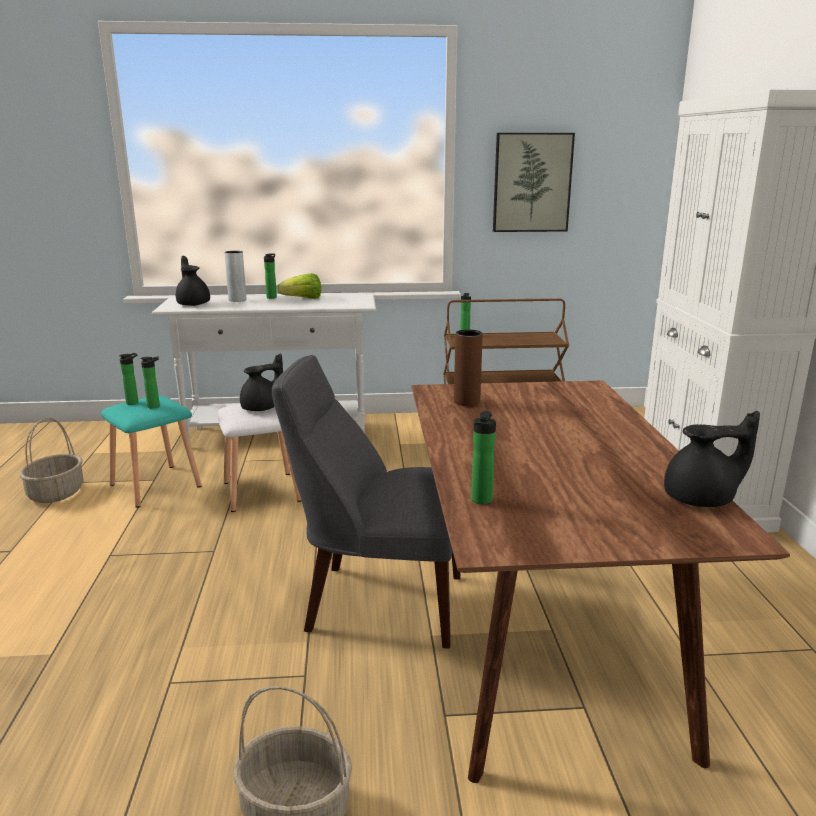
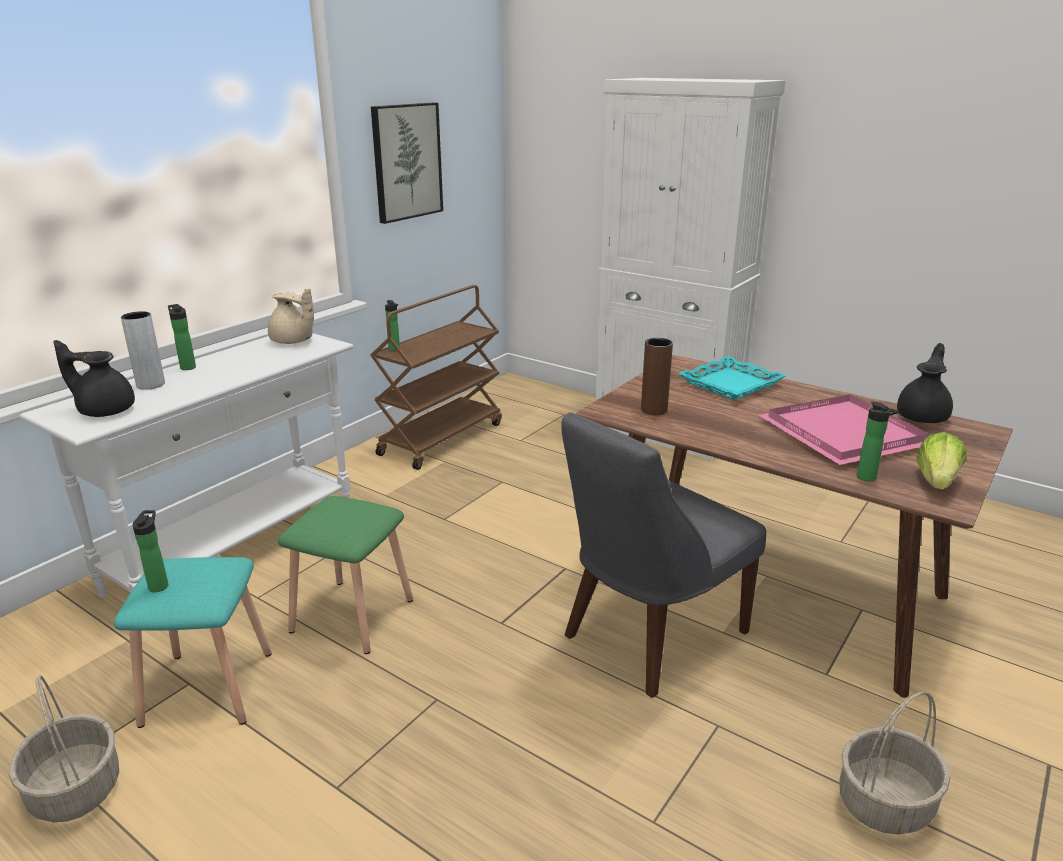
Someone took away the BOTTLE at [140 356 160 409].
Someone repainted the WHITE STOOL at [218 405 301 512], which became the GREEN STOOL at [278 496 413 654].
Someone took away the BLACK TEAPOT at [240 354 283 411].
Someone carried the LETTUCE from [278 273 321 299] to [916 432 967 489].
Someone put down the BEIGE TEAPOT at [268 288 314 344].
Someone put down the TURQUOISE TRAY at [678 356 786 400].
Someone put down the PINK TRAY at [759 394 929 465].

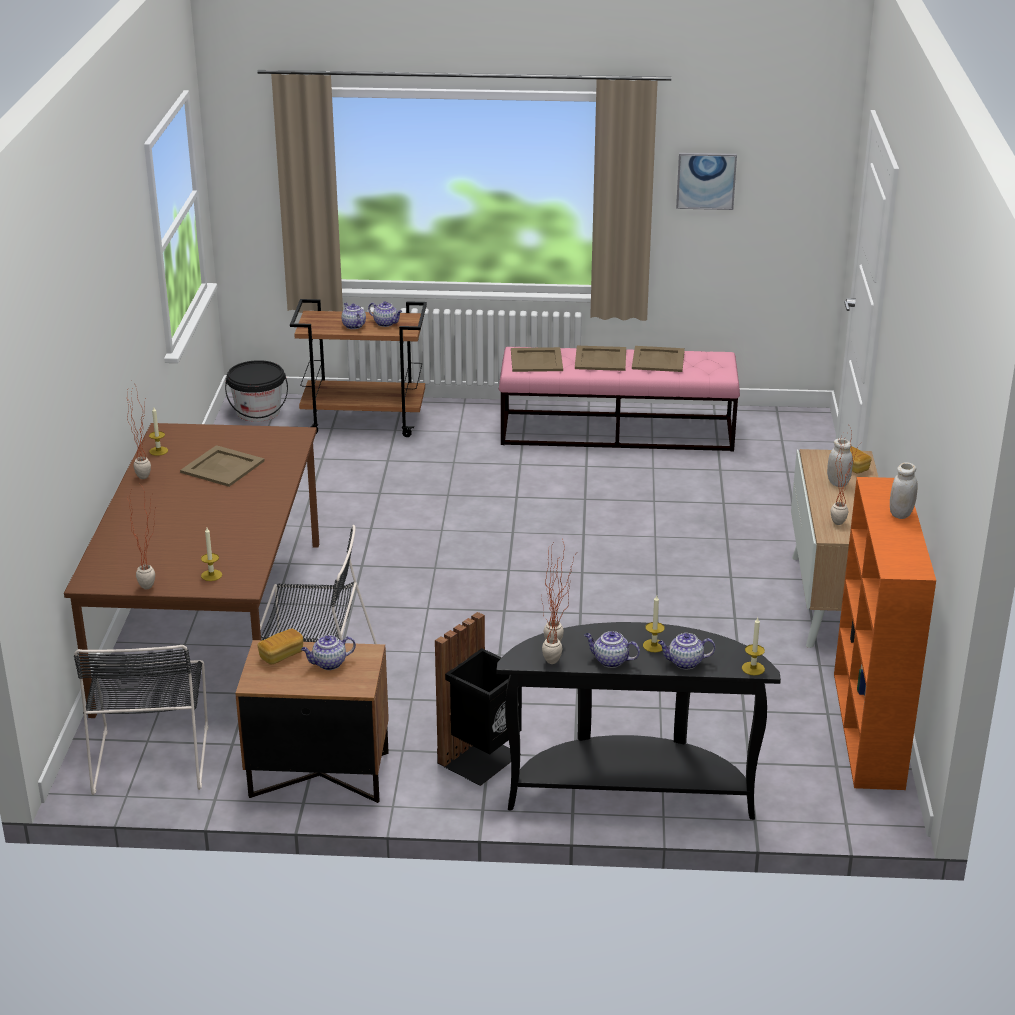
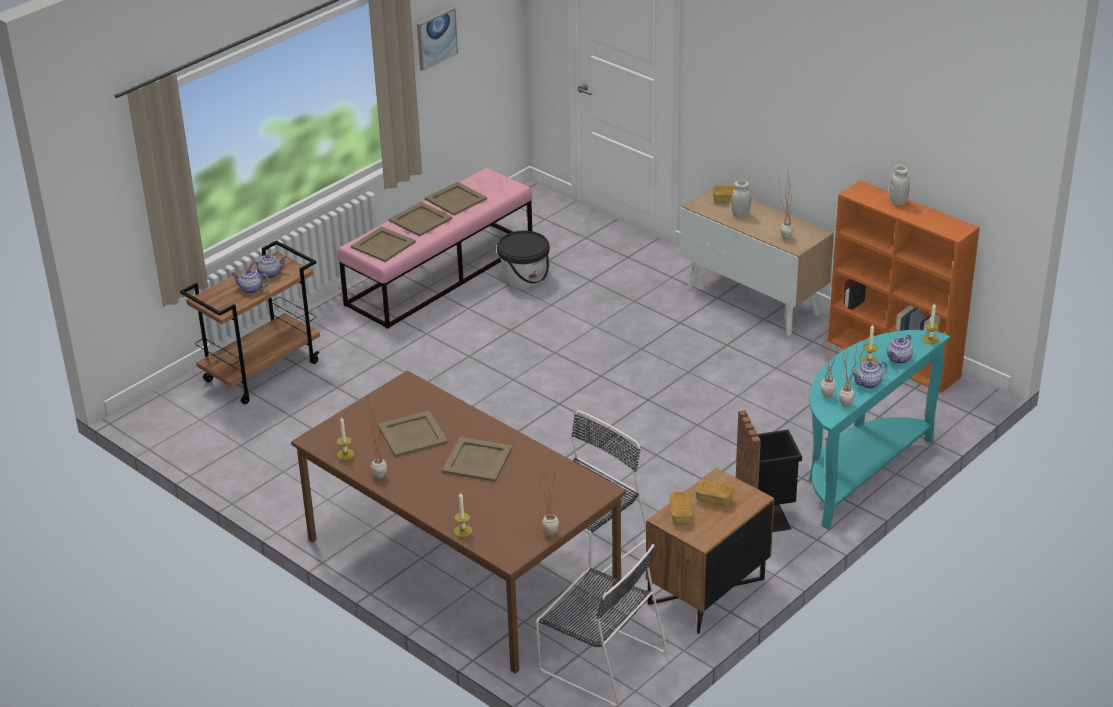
Someone carried the CANDLE from [201 528 222 581] to [454 492 472 537].
Someone carried the BLACK BUCKET from [225 360 288 422] to [497 231 549 289].
Someone swapped the TEAPOT at [301 635 356 670] for the BREAD at [696 480 733 507].
Someone repainted the BLACK CONSOLE TABLE at [496 622 781 820], which became the TURQUOISE CONSOLE TABLE at [809 330 950 530].
Someone put down the BEIGE TRAY at [442 437 513 482].

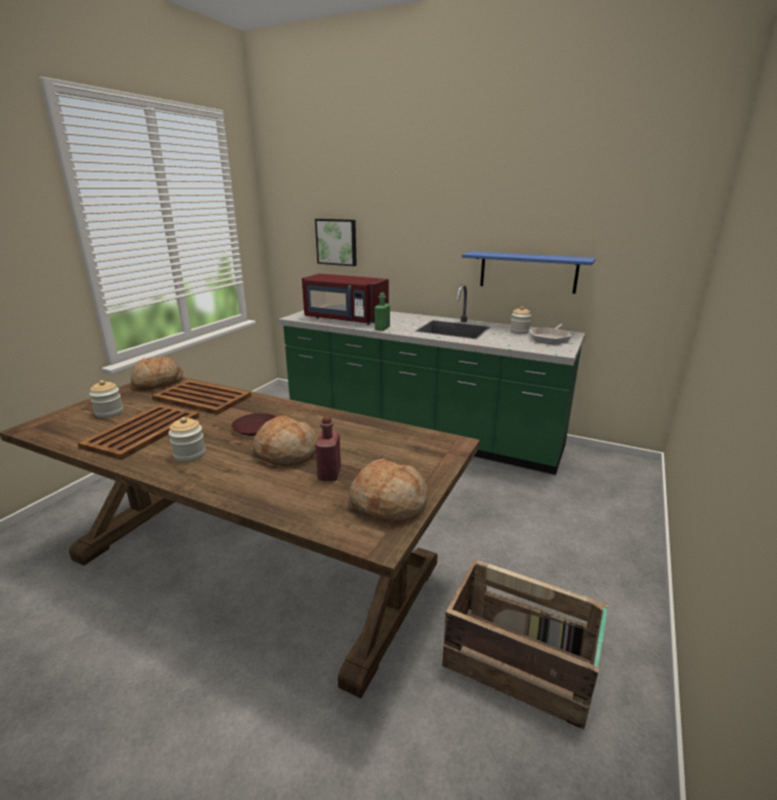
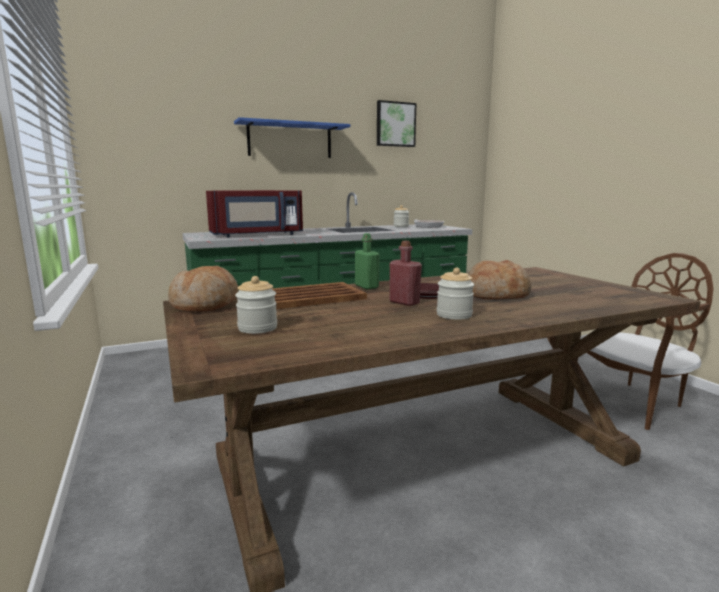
Someone took away the BROWN TRAY at [78 404 199 460].
Someone carried the PICTURE from [315 219 357 266] to [377 100 416 147].
Someone carried the RED BOTTLE from [315 416 341 481] to [390 241 422 306].
Someone took away the BREAD at [349 459 428 522].
Someone carried the GREEN BOTTLE from [374 293 390 331] to [355 233 380 289].
Someone swapped the CRATE at [442 559 608 729] for the BROWN CHAIR at [580 253 713 430].
Someone carried the BLUE SHELF from [462 251 596 294] to [234 117 350 158].

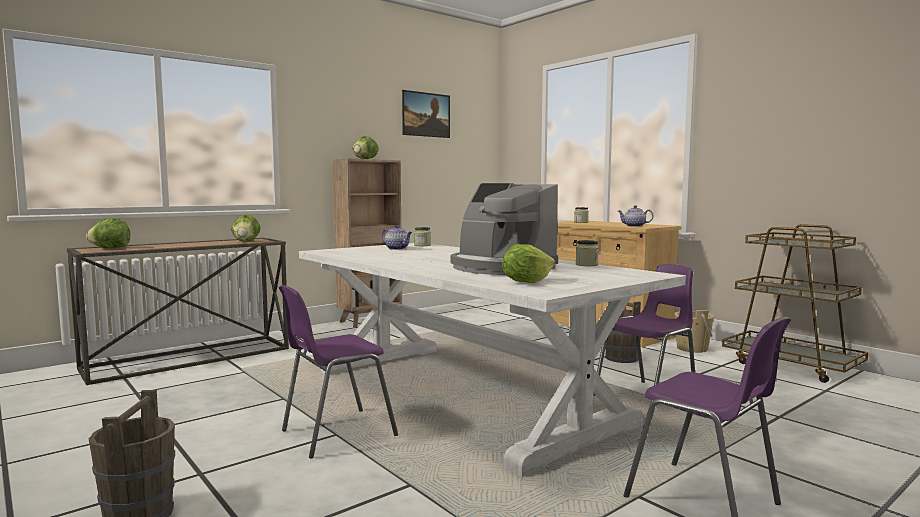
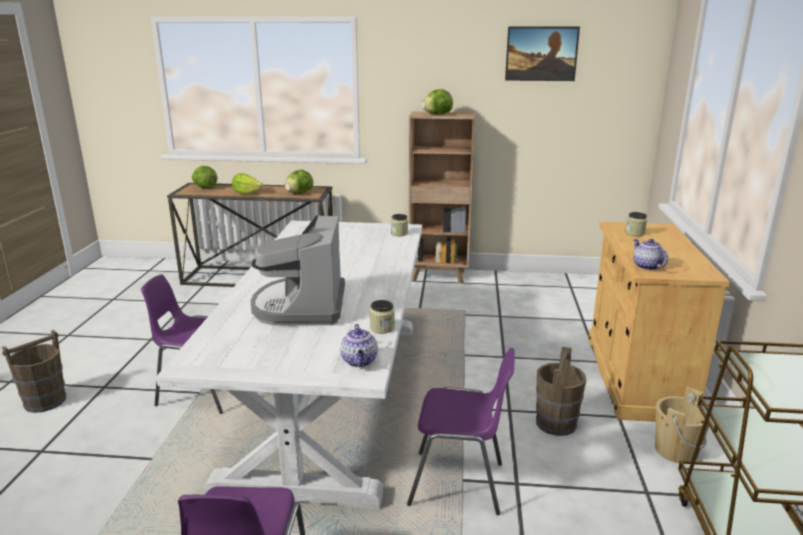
Someone carried the TEAPOT from [382 225 412 250] to [340 324 378 367].
Someone carried the LETTUCE from [502 244 555 283] to [232 173 263 195].

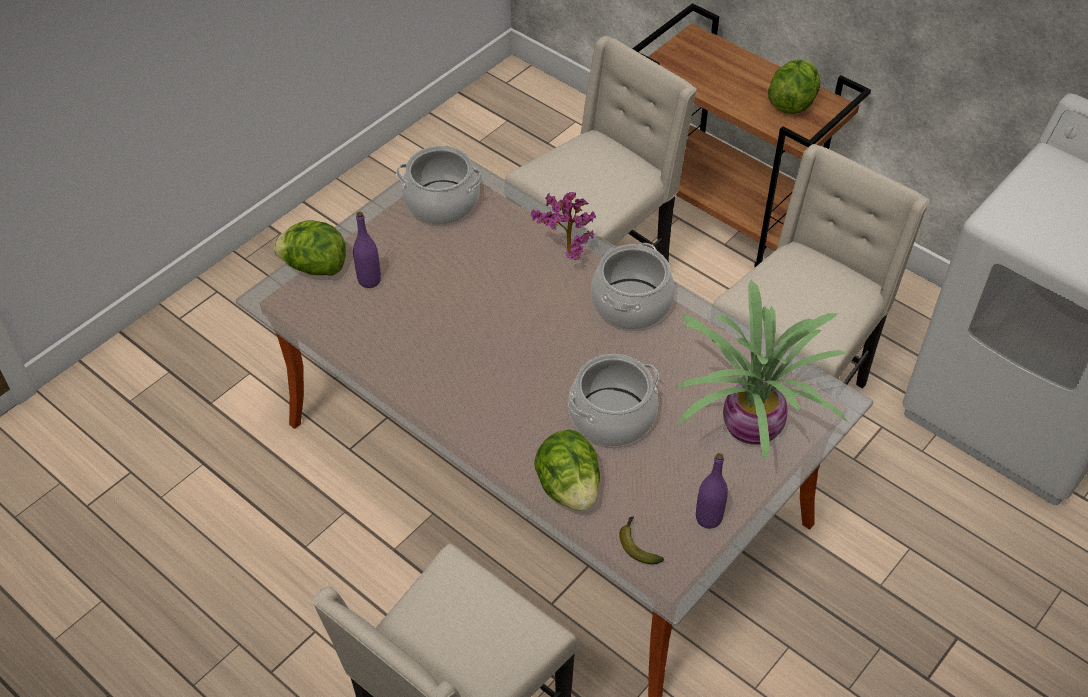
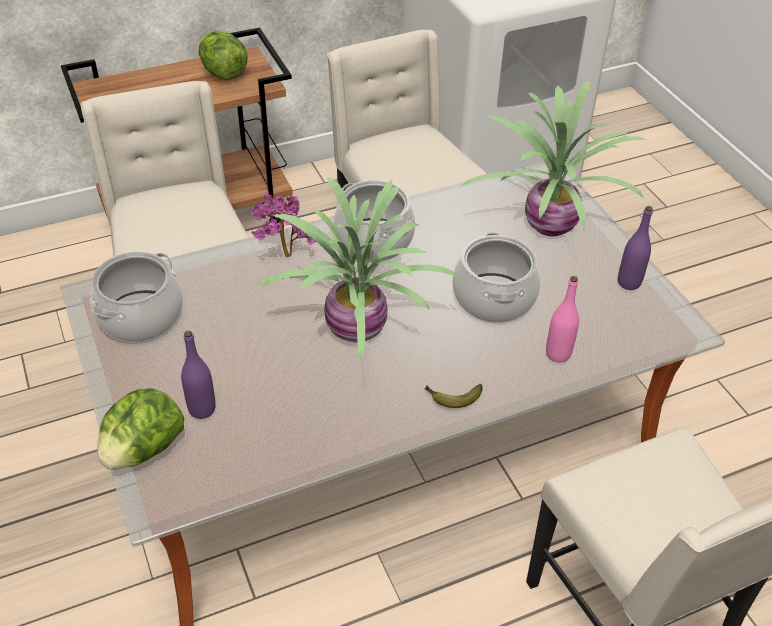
Someone swapped the LETTUCE at [534 430 600 511] for the PINK BOTTLE at [546 276 579 362].
Someone carried the BANANA from [619 516 664 564] to [425 384 483 408].
Someone put down the POTTED PLANT at [256 177 460 362].

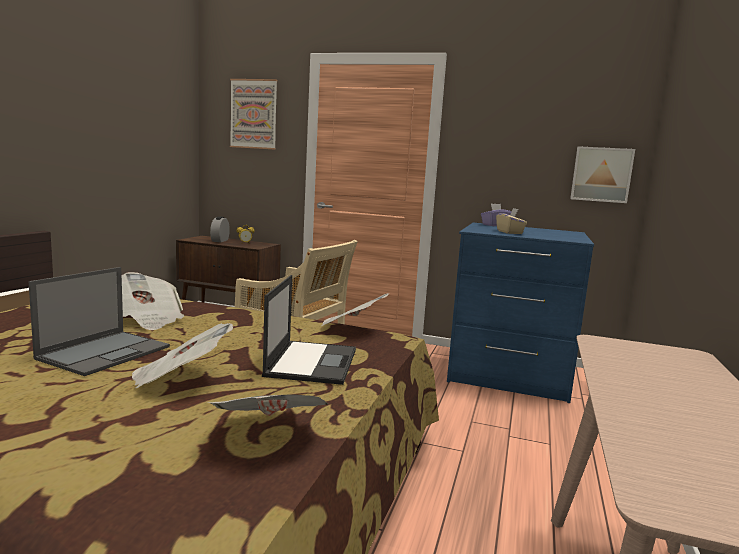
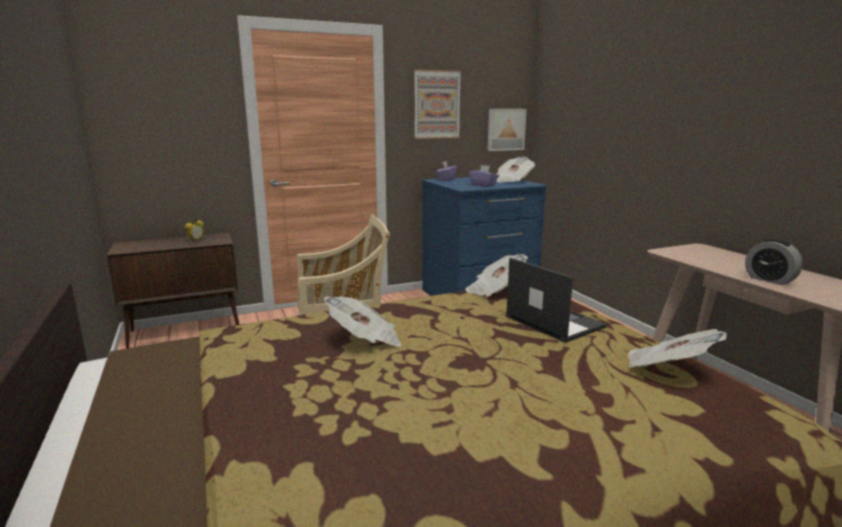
Someone took away the LAPTOP at [29 267 170 376].
Someone carried the NEWSPAPER from [132 323 233 388] to [496 157 535 183].
Someone carried the ALARM CLOCK from [210 216 230 242] to [745 239 803 285].
Someone carried the PICTURE from [230 79 278 150] to [414 69 461 139].
Someone repainted the BEIGE TISSUE BOX at [496 208 527 234], which became the PURPLE TISSUE BOX at [469 165 498 187].

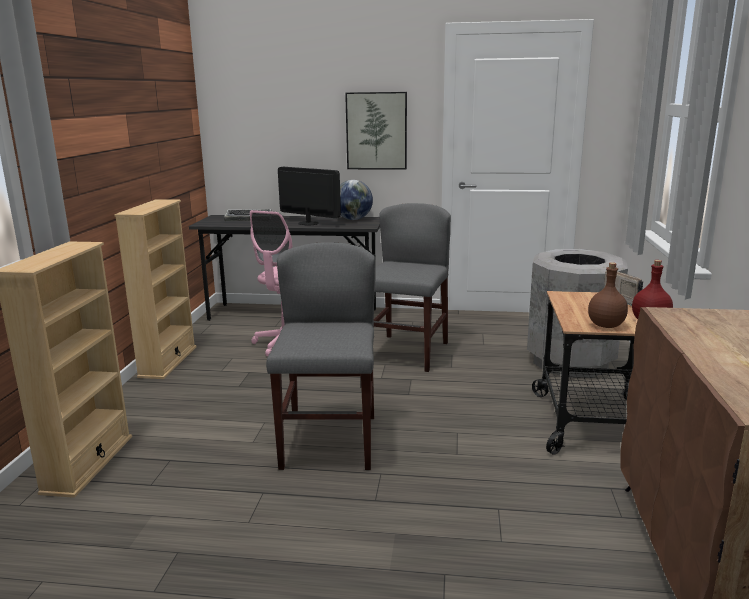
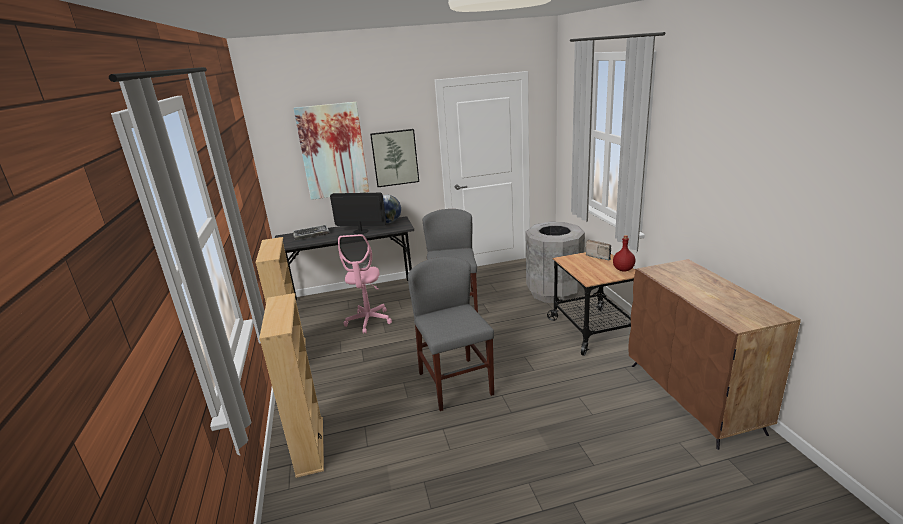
Someone took away the BROWN BOTTLE at [588 262 628 328].
Someone put up the PICTURE at [294 102 369 200].

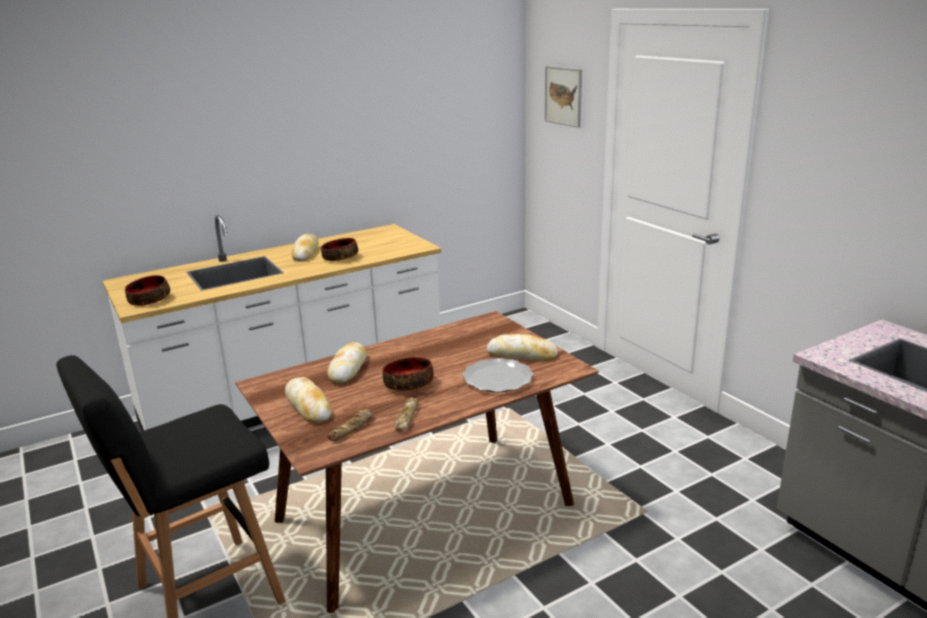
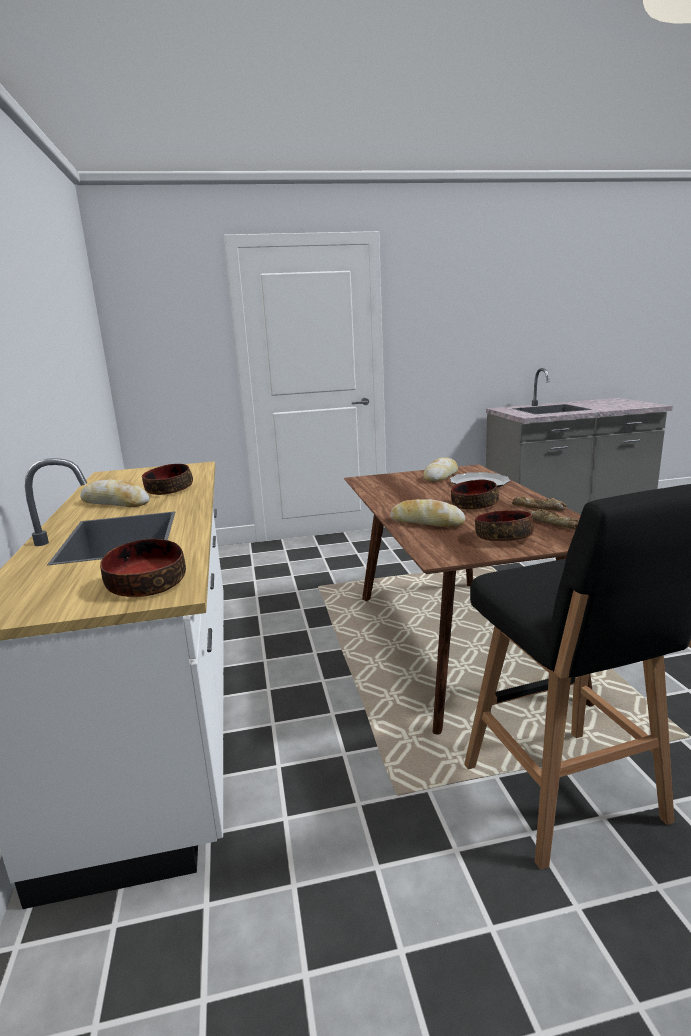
Someone swapped the BREAD at [285 377 331 423] for the BOWL at [475 510 534 542].
Someone took away the PICTURE at [545 66 582 128].

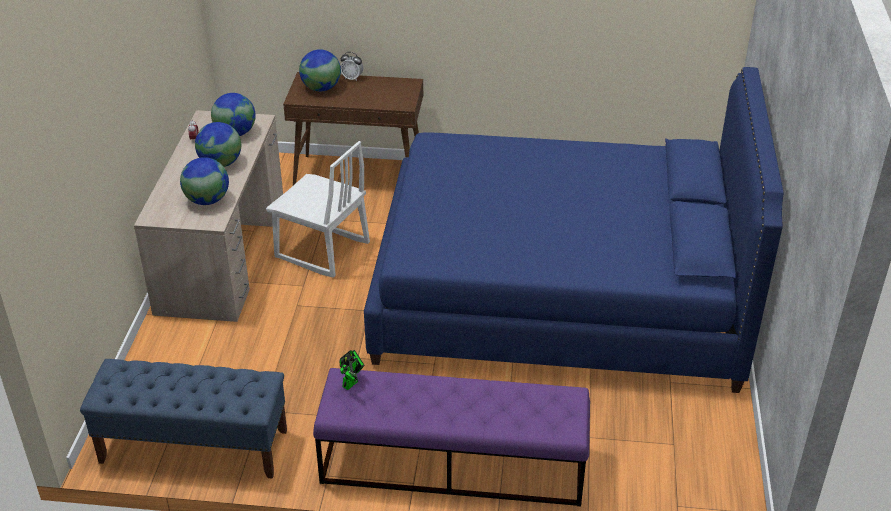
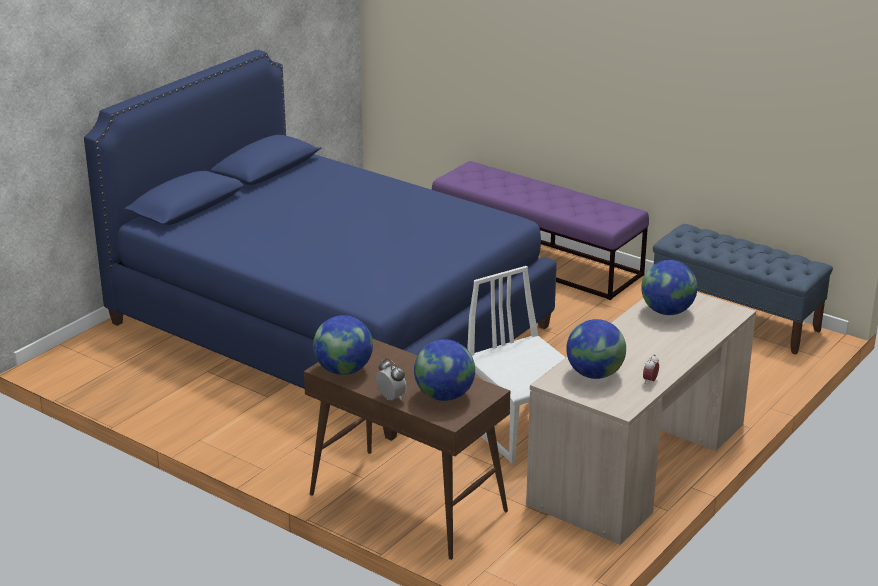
Someone carried the GLOBE from [195 122 241 167] to [313 315 373 375].
Someone took away the TOY ROBOT at [339 350 365 390].

